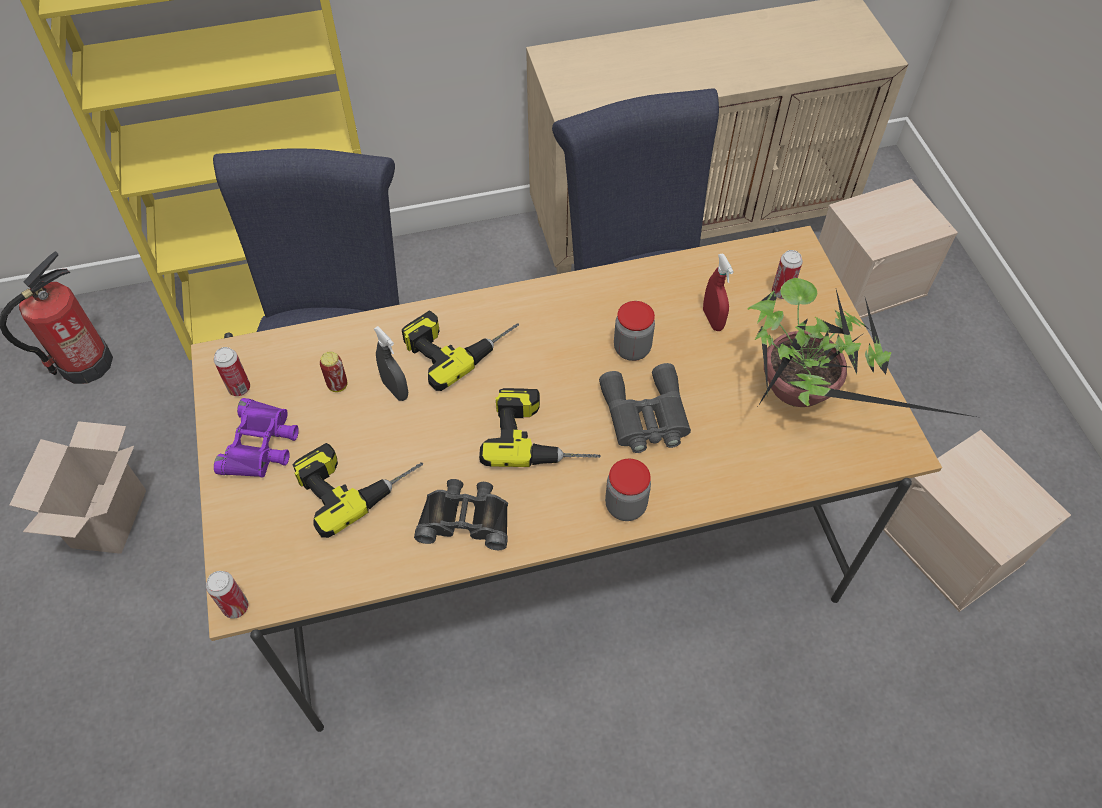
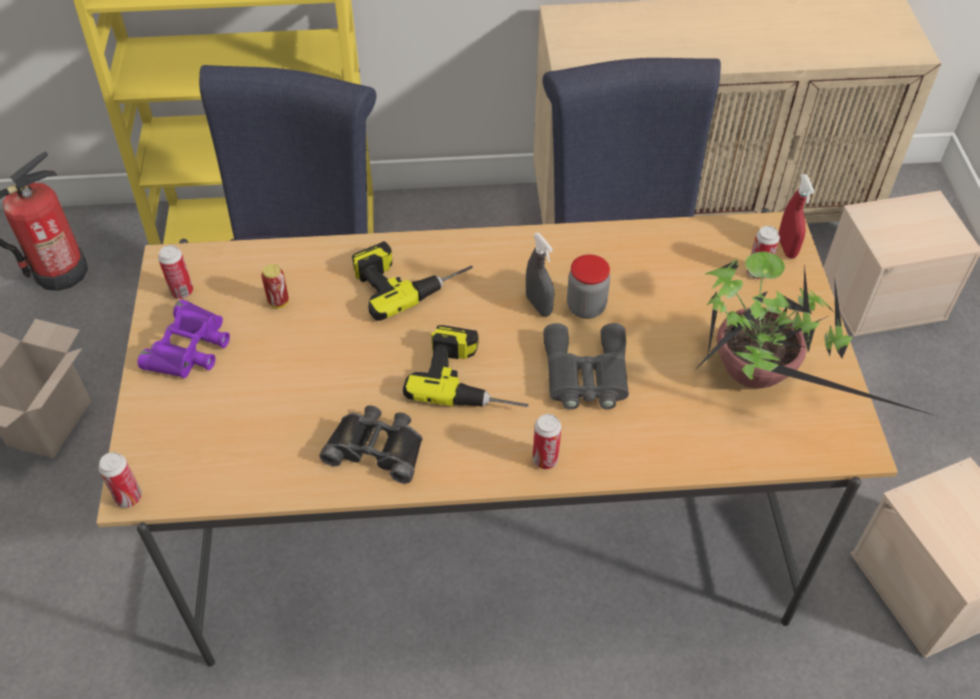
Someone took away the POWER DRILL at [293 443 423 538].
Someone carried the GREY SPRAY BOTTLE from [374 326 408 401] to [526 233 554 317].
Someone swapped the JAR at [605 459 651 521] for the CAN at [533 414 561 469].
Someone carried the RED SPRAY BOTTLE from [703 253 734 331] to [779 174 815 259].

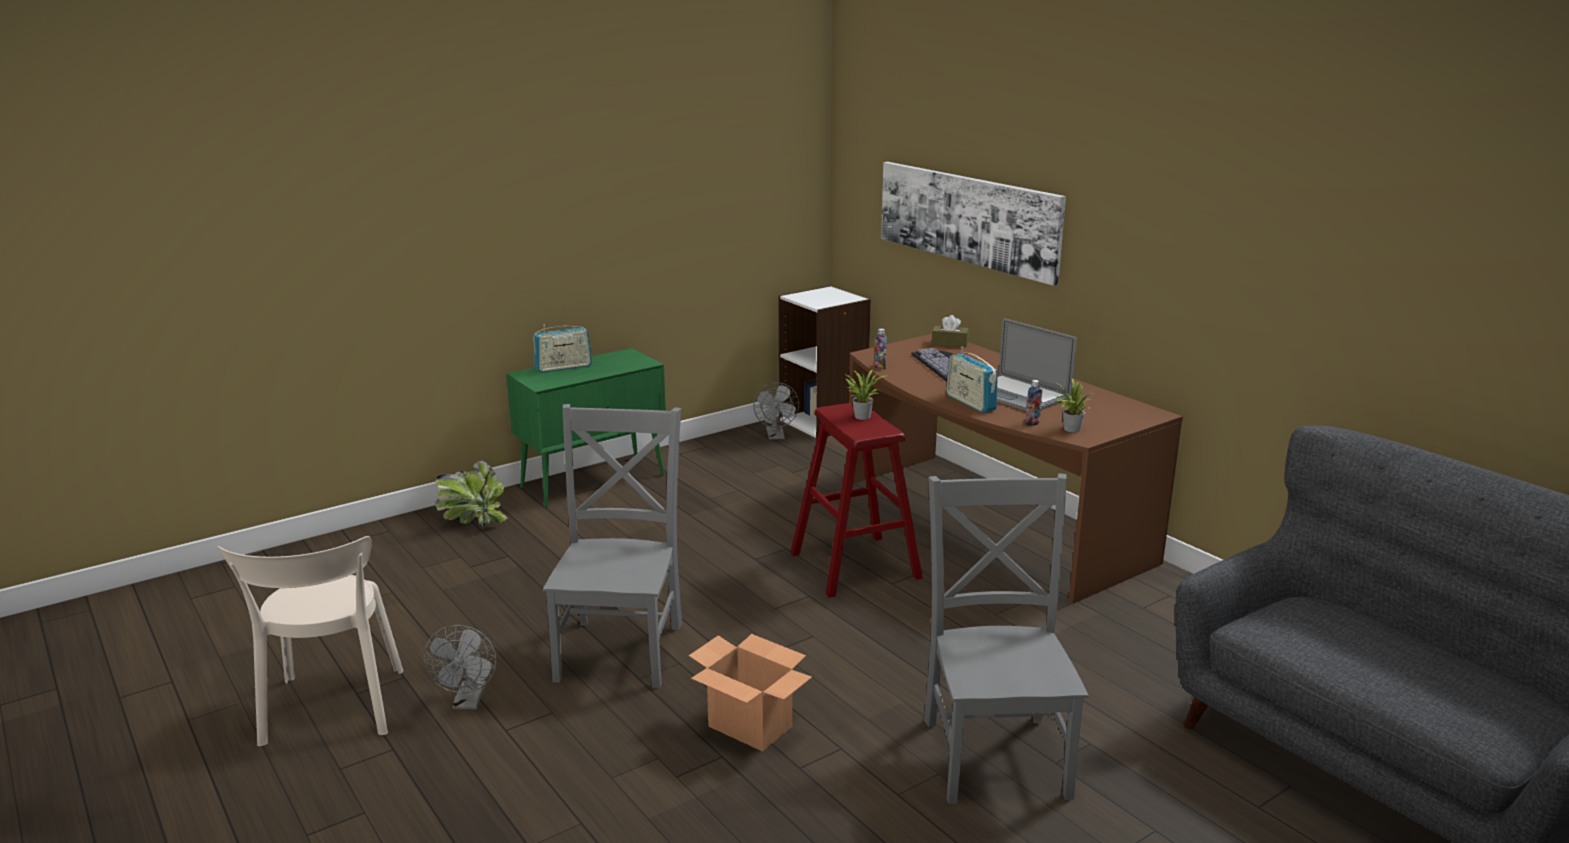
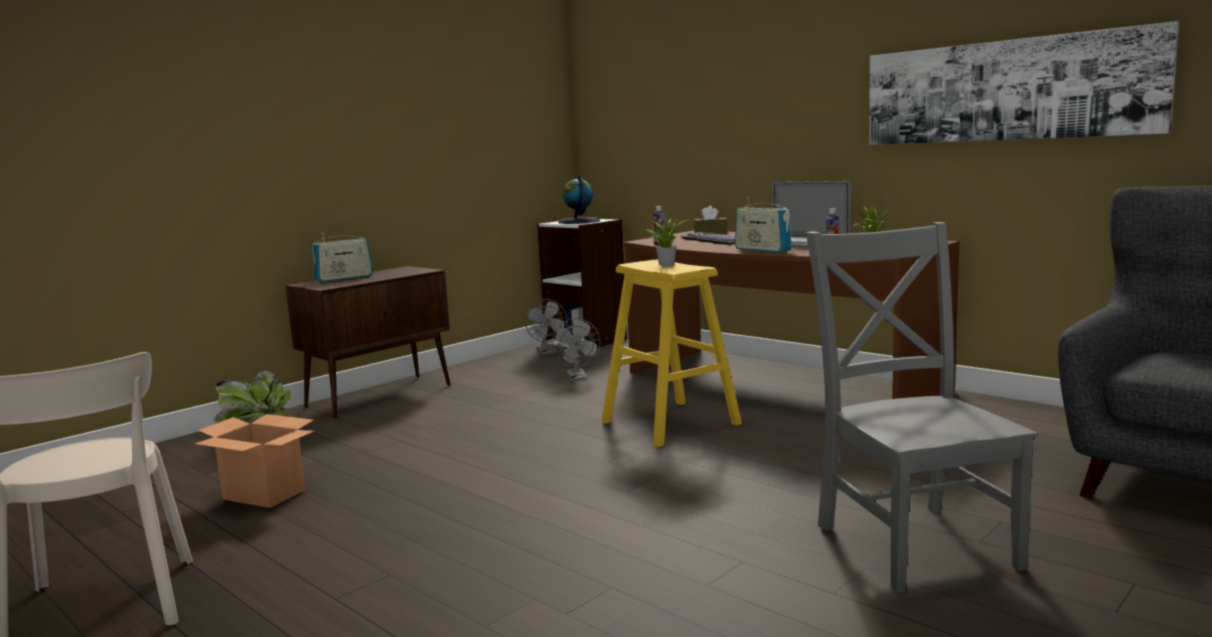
Someone carried the GREY FAN from [424 625 497 709] to [552 318 600 381].
Someone repainted the GREEN CABINET at [506 348 666 508], which became the BROWN CABINET at [285 266 451 418].
Someone took away the GREY CHAIR at [543 404 682 688].
Someone carried the CARDBOARD BOX from [689 634 812 751] to [195 414 315 508].
Someone repainted the RED STOOL at [790 403 923 598], which became the YELLOW STOOL at [601 259 742 447].
Someone carried the PICTURE from [881 162 1066 286] to [869 21 1179 145].
Someone put down the GLOBE at [558 175 600 224].

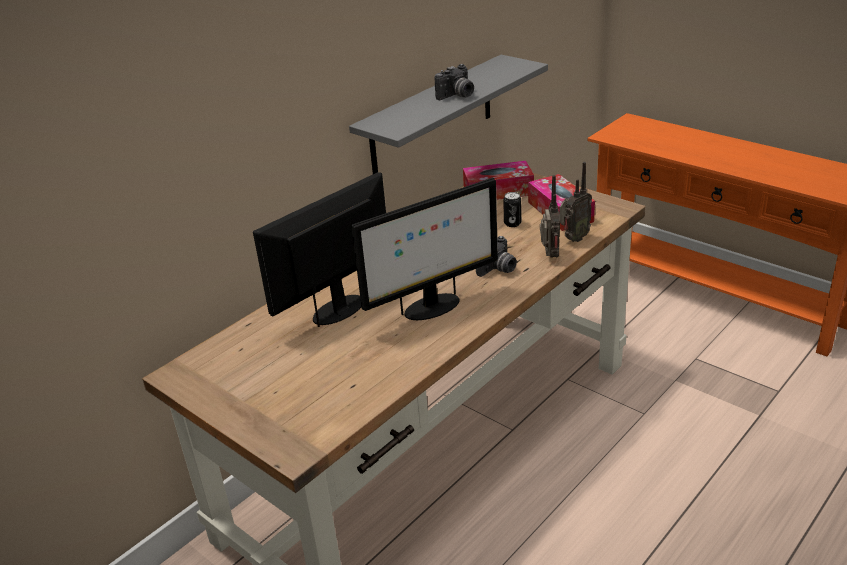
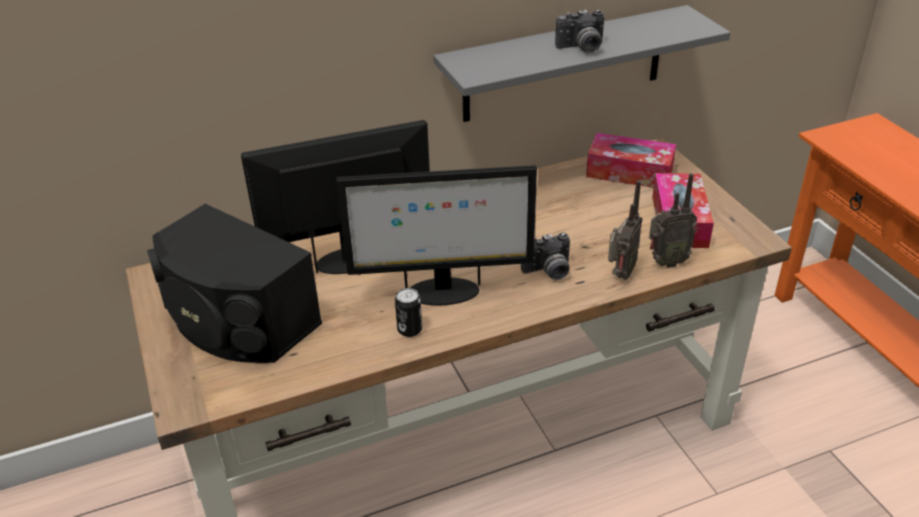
Someone carried the CAN from [503 192 521 227] to [395 288 422 337].
Someone put down the BLACK SPEAKER at [147 204 322 363].

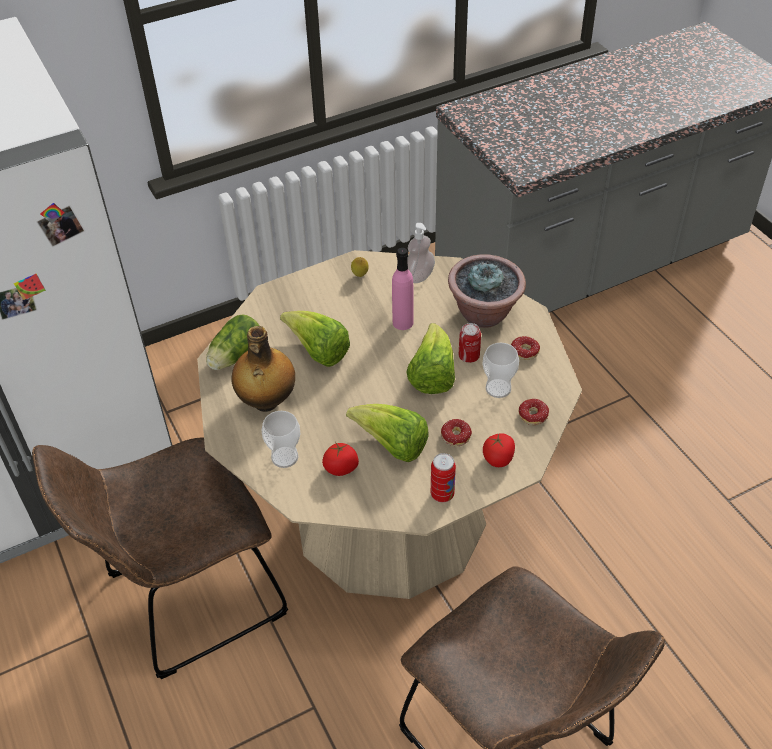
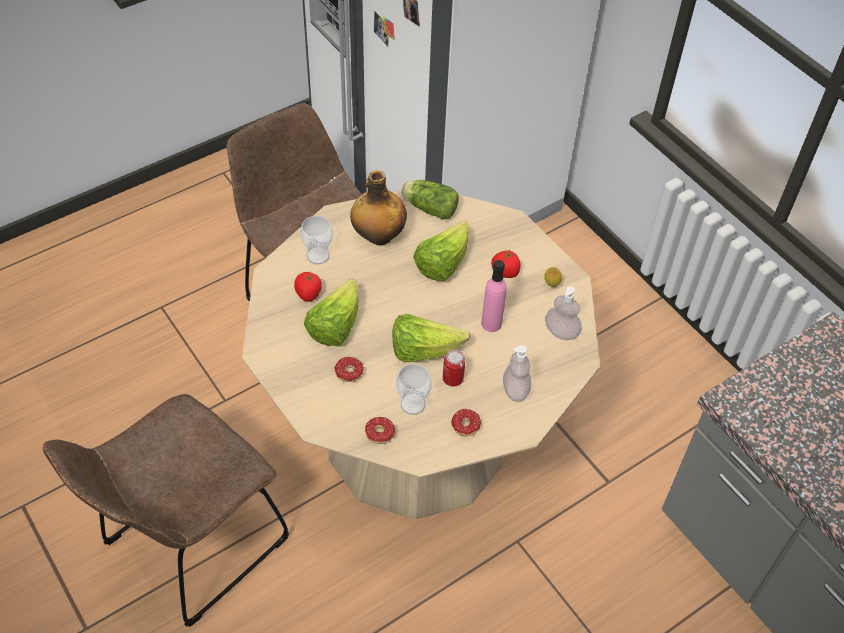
Someone took away the CAN at [431 453 456 503].
Someone swapped the POTTED PLANT at [448 254 526 328] for the SOAP DISPENSER at [503 345 531 402].
Someone carried the TOMATO from [483 433 515 467] to [491 249 521 278].

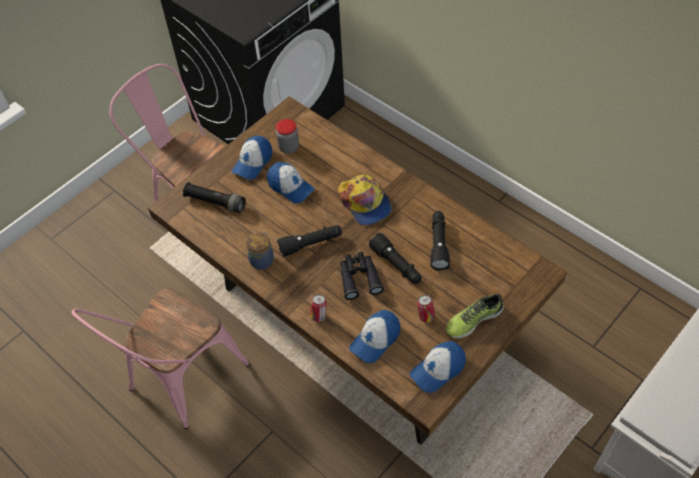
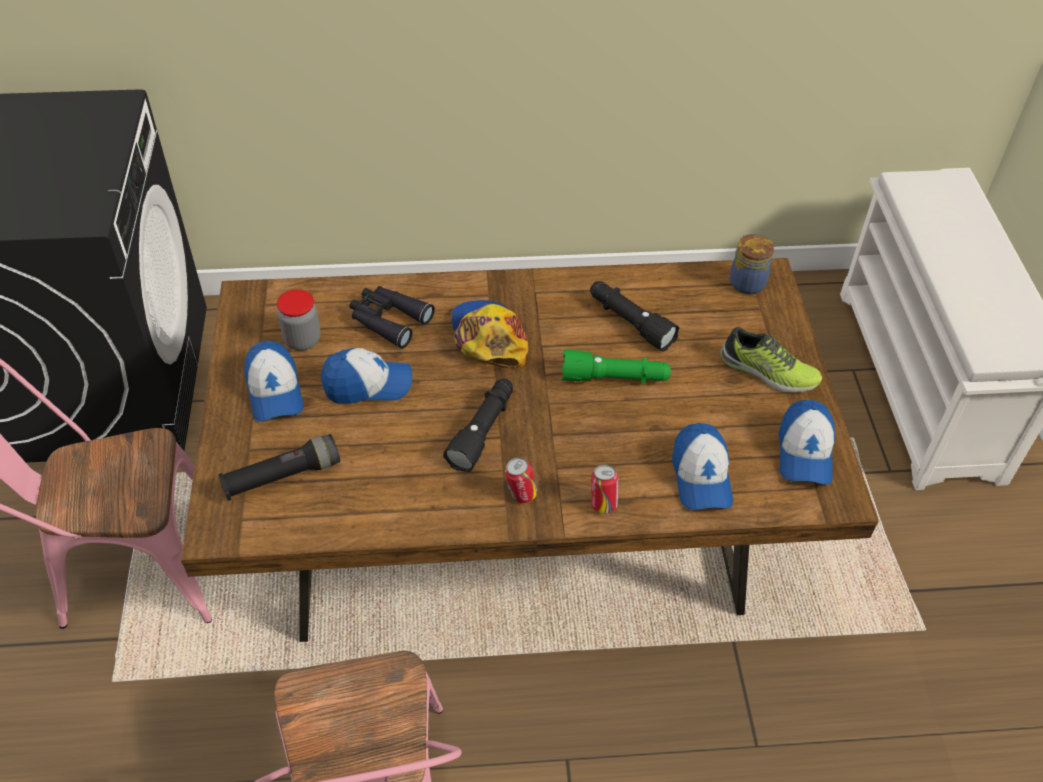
Someone carried the JAR from [246 232 274 270] to [730 234 774 295].
Someone rotated the CAP at [338 174 392 225] by 120 degrees counterclockwise.
Someone carried the BLACK BINOCULARS from [340 252 384 300] to [349 286 435 349].
Someone repainted the BLACK FLASHLIGHT at [369 233 422 284], which became the GREEN FLASHLIGHT at [562 349 670 384].
Someone carried the CAN from [417 295 435 322] to [505 457 538 503].
Someone rotated the SHOE at [446 294 504 339] by 75 degrees counterclockwise.

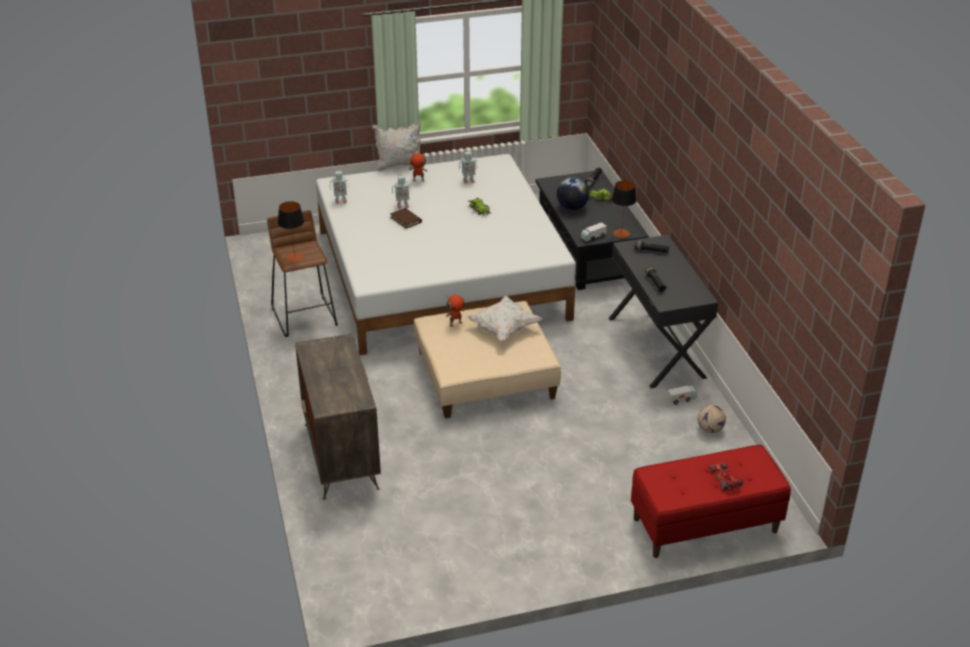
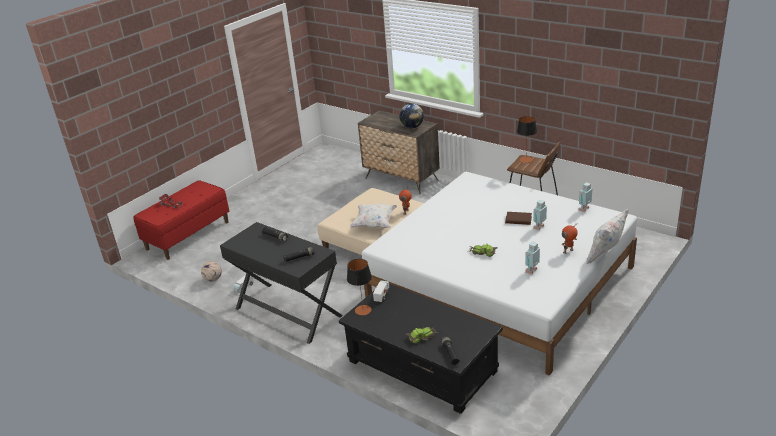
Someone carried the GLOBE from [557 178 589 210] to [399 104 424 128].

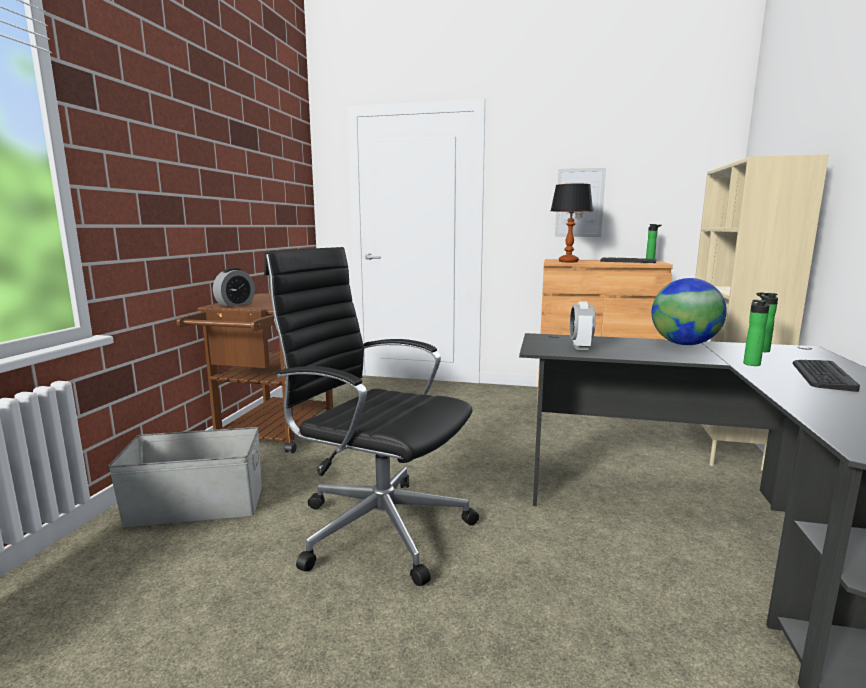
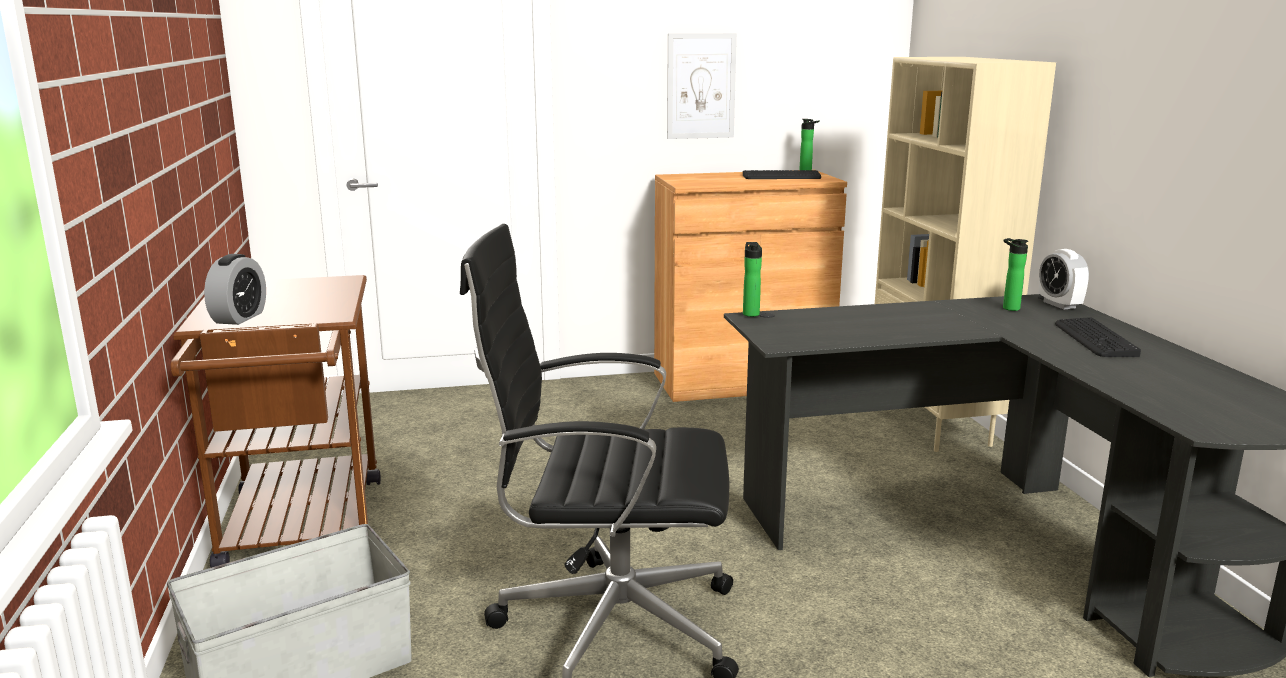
Someone took away the TABLE LAMP at [551 184 593 262].
Someone carried the ALARM CLOCK from [570 301 596 350] to [1039 249 1089 309].
Someone took away the GLOBE at [652 278 727 345].
Someone carried the BOTTLE from [743 300 770 366] to [743 242 762 317].

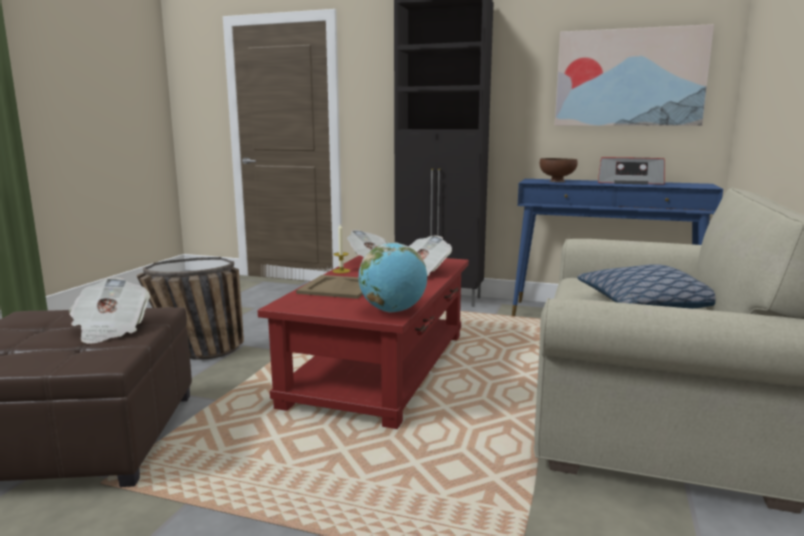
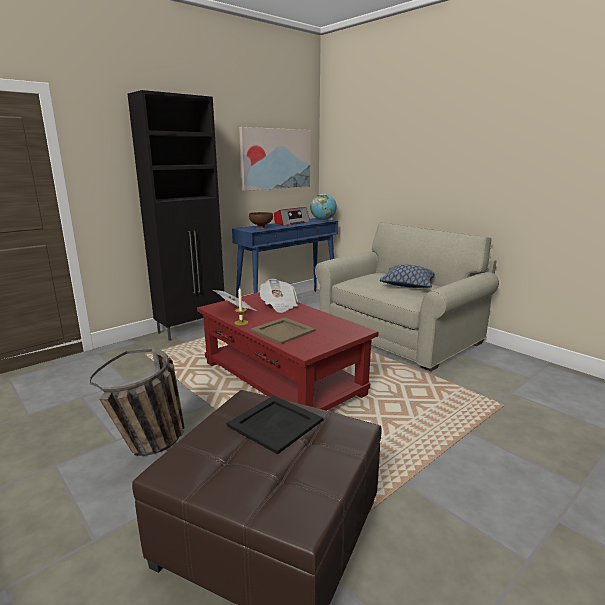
Someone swapped the NEWSPAPER at [69 278 150 344] for the BLACK TRAY at [227 395 323 454].
Someone carried the GLOBE from [359 243 427 312] to [310 193 337 221].

